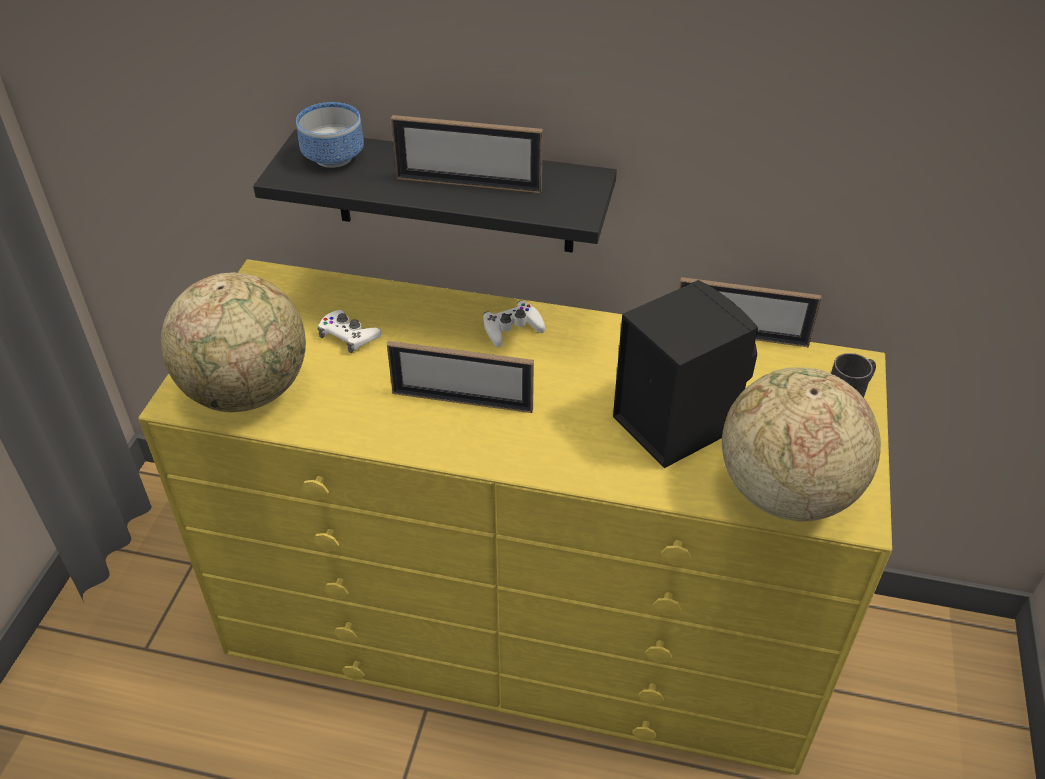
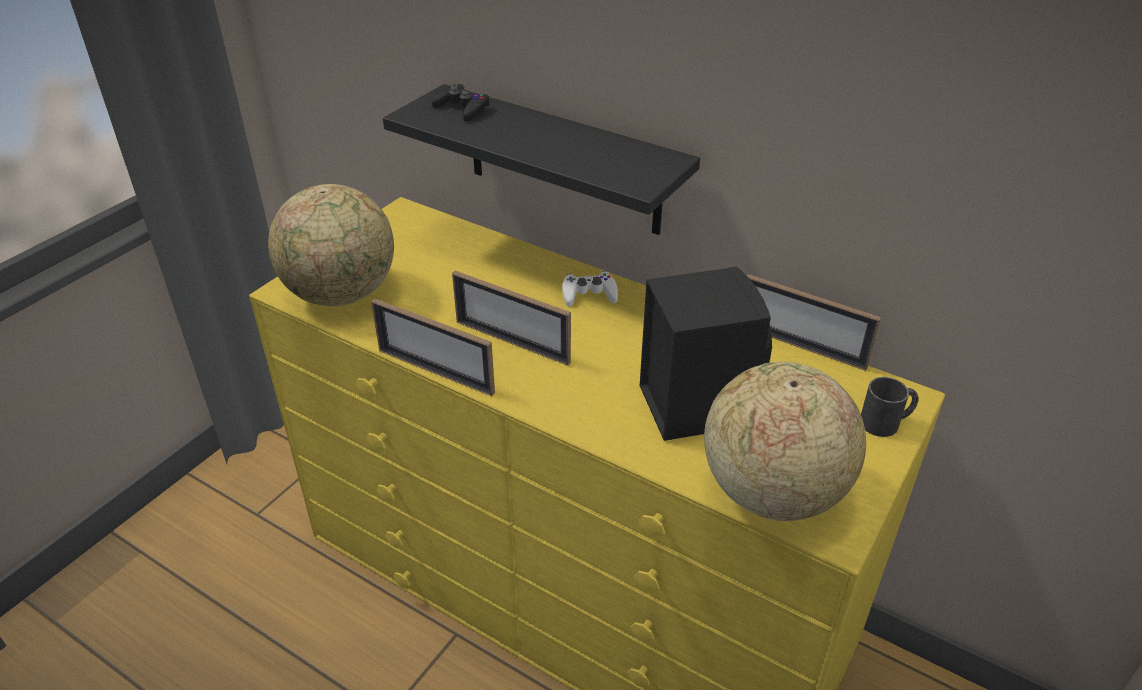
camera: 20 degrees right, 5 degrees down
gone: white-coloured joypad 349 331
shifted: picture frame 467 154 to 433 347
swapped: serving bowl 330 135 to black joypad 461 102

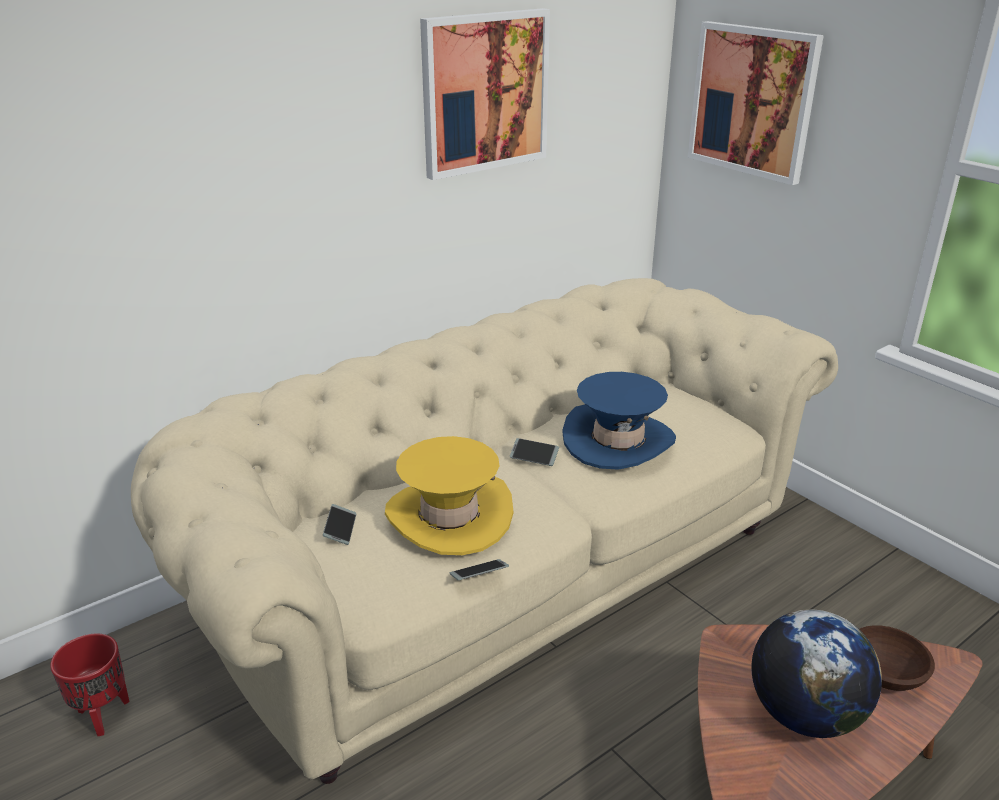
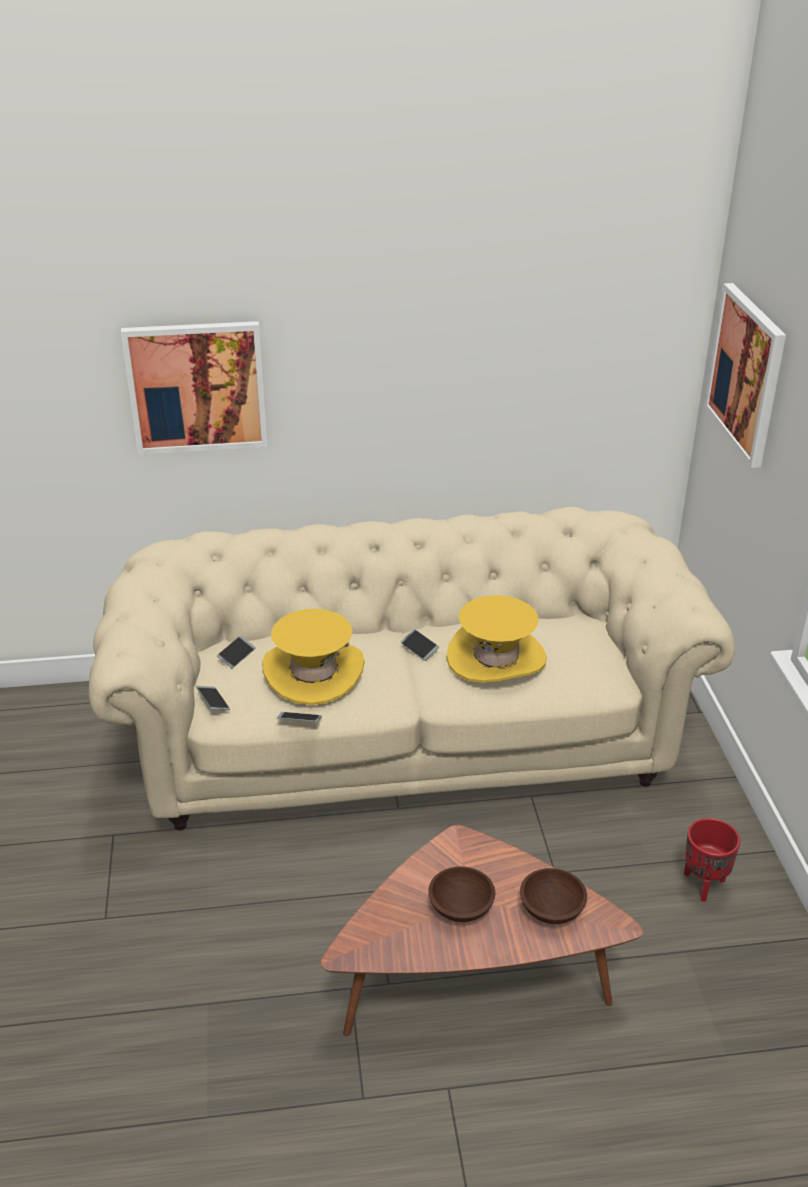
camera: 30 degrees right, 5 degrees up
new: phone 213 698
shifted: wall art 485 94 to 194 388; red-coloured flower pot 89 685 to 712 860
swapped: globe 816 674 to brown serving bowl 461 894
repainted: bluish clothing hat 619 421 to yellowish clothing hat 496 639

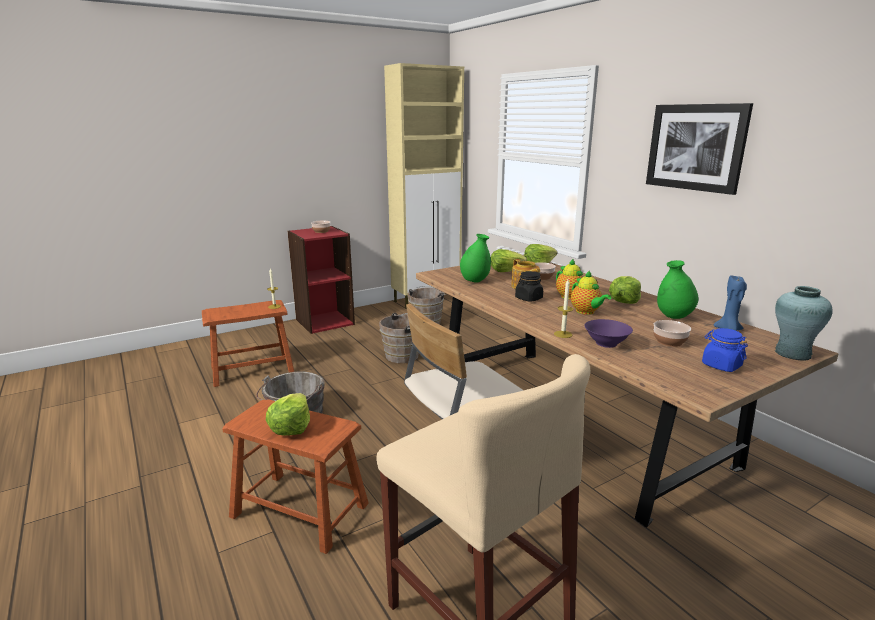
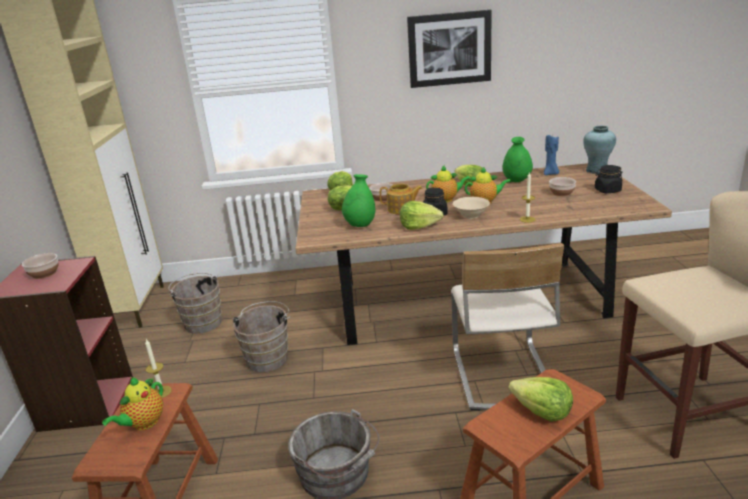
camera: 60 degrees left, 5 degrees up
gone: purplish serving bowl 608 333
new: beige-coloured serving bowl 471 208; lettuce head 421 215; pot for tea 132 403
repainted: bluish jar 725 350 to black jar 608 179

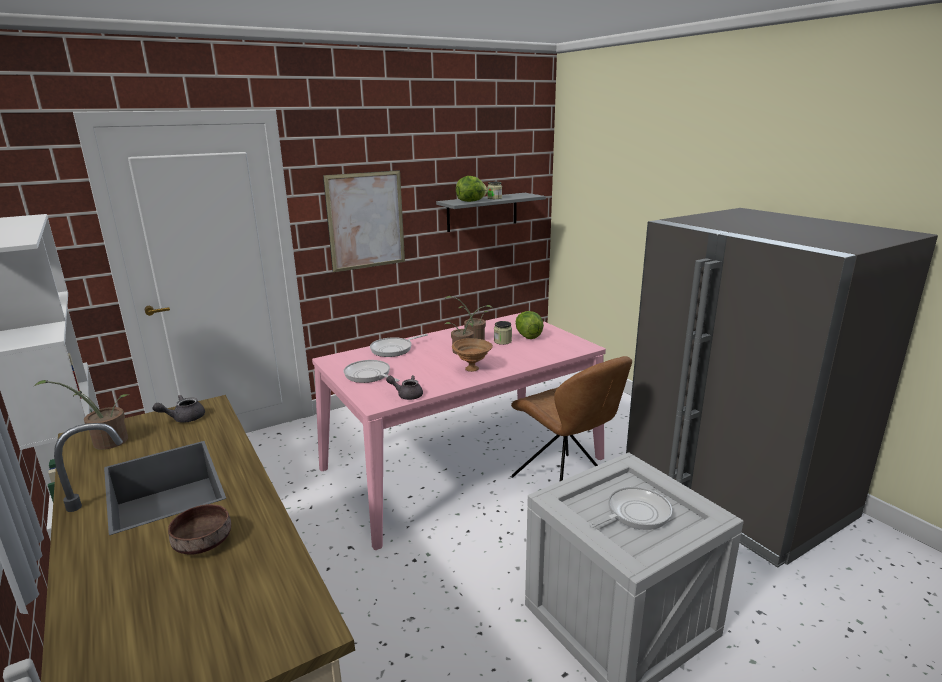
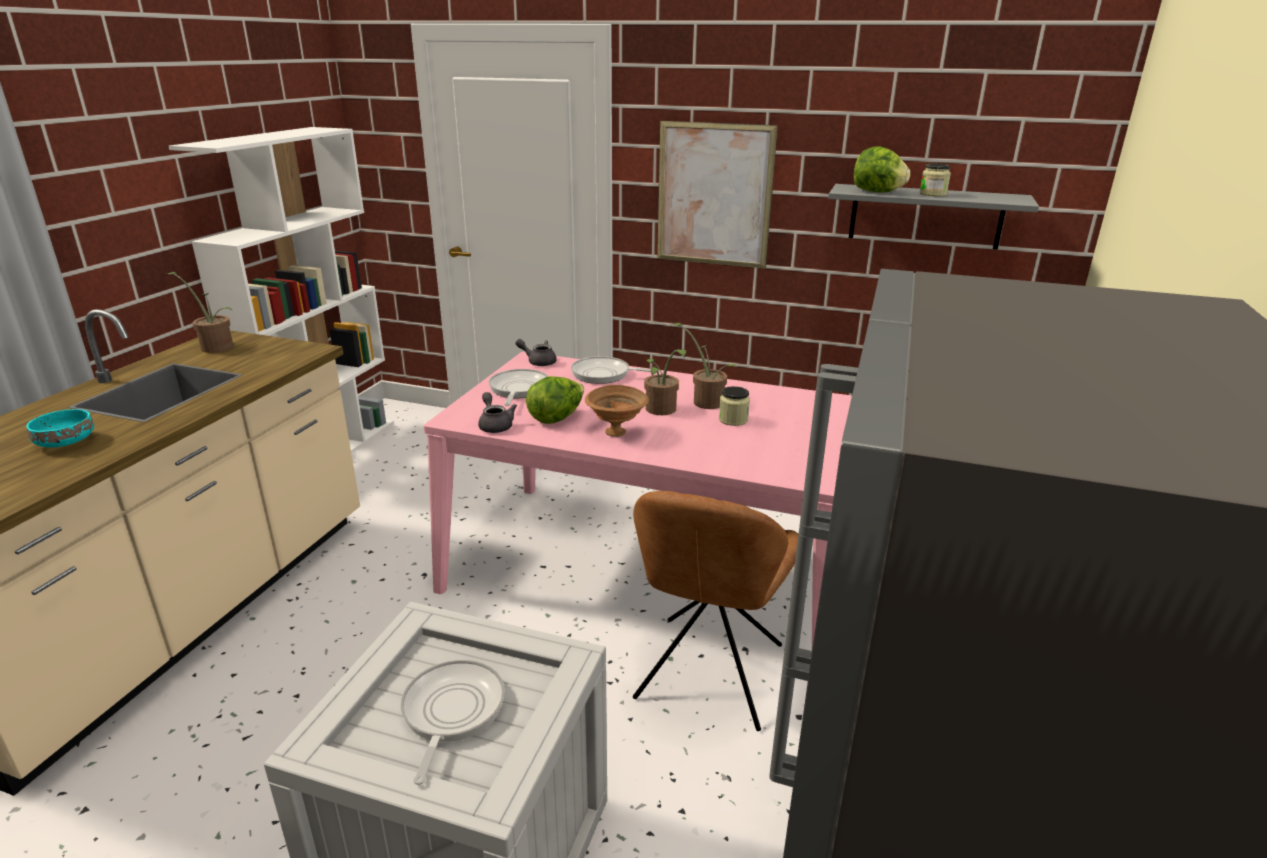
camera: 50 degrees right, 5 degrees up
shifted: lettuce head 530 325 to 555 400; grey pot for tea 179 409 to 536 352
repainted: brown serving bowl 199 529 to turquoise serving bowl 60 428
rotated: pan 630 508 = 453 722 105 degrees counterclockwise

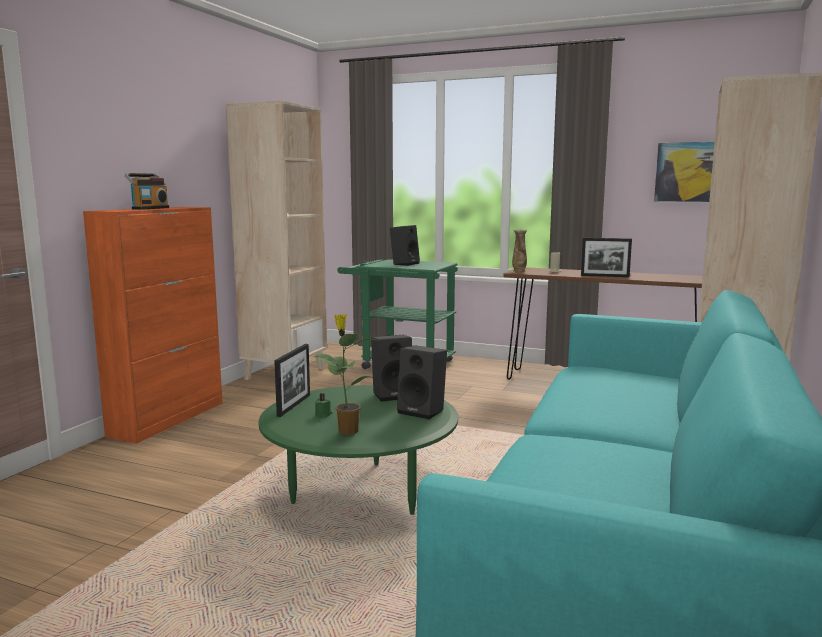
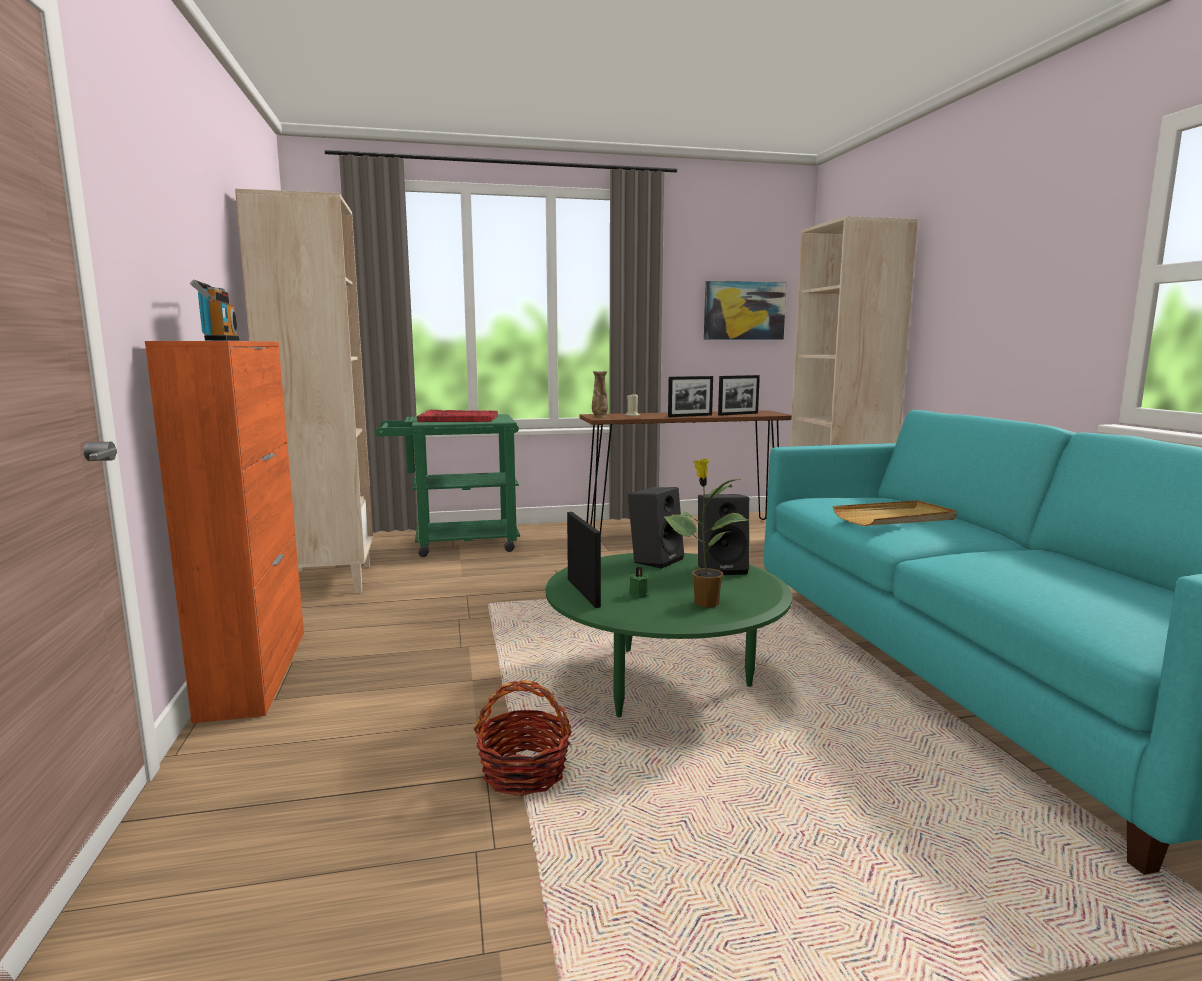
camera: 35 degrees left, 0 degrees up
new: picture frame 739 395; beige-coloured tray 895 513; storage basket 522 738
swapped: black audio speaker 405 245 to red-coloured tray 457 416

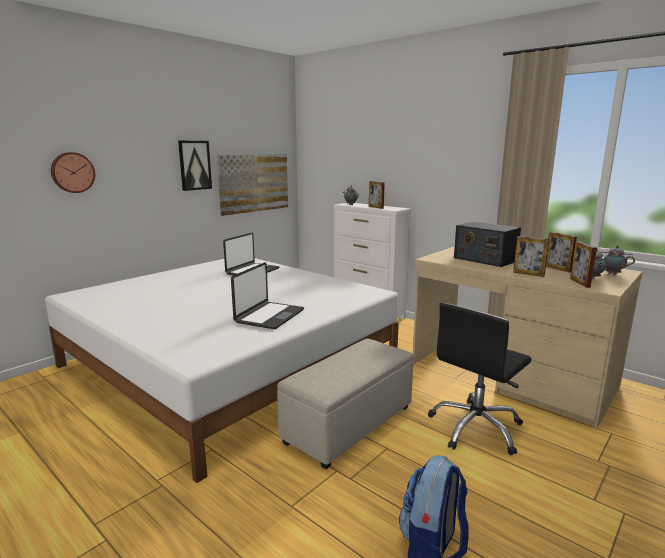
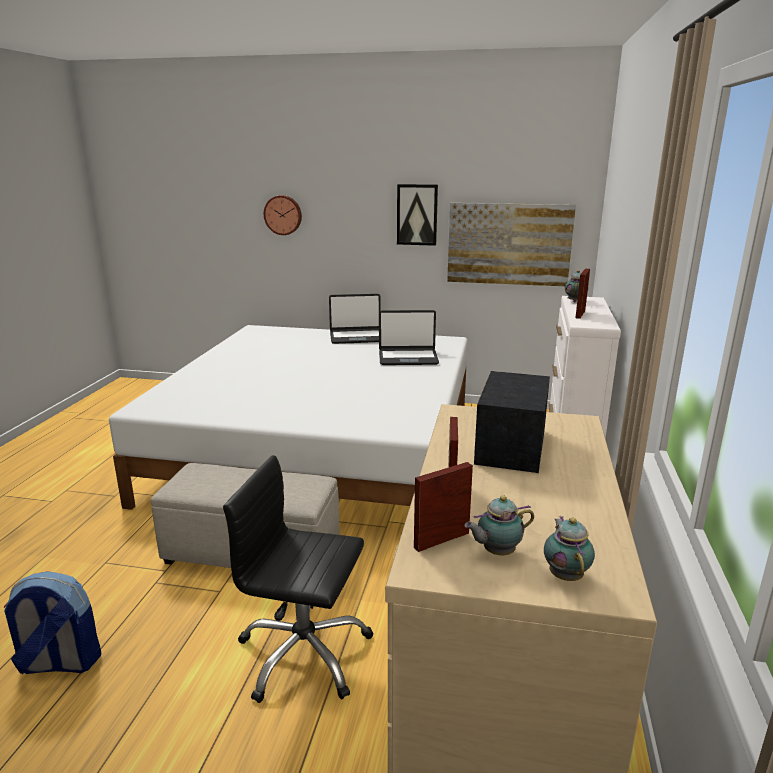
camera: 60 degrees right, 5 degrees up
gone: picture frame 561 252
shifted: portable computer 267 295 to 355 319

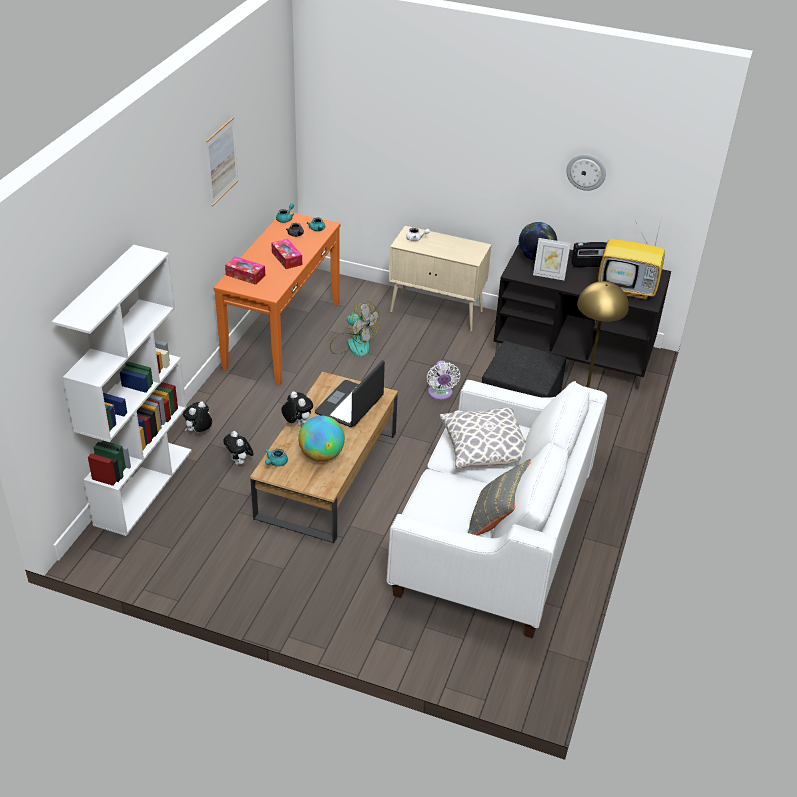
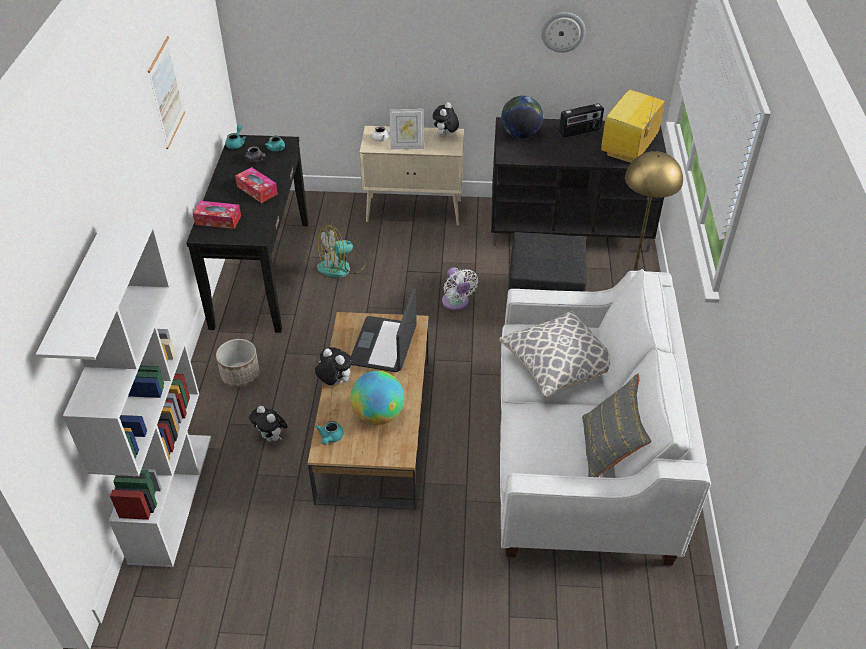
camera: 15 degrees left, 5 degrees up
new: flower pot 238 363
shifted: picture frame 552 259 to 406 129; plush toy 197 417 to 446 119
repainted: orange-coloured hall table 276 298 to black hall table 247 234
rotated: TV 631 258 = 633 124 120 degrees clockwise; fan 355 329 = 341 251 135 degrees clockwise

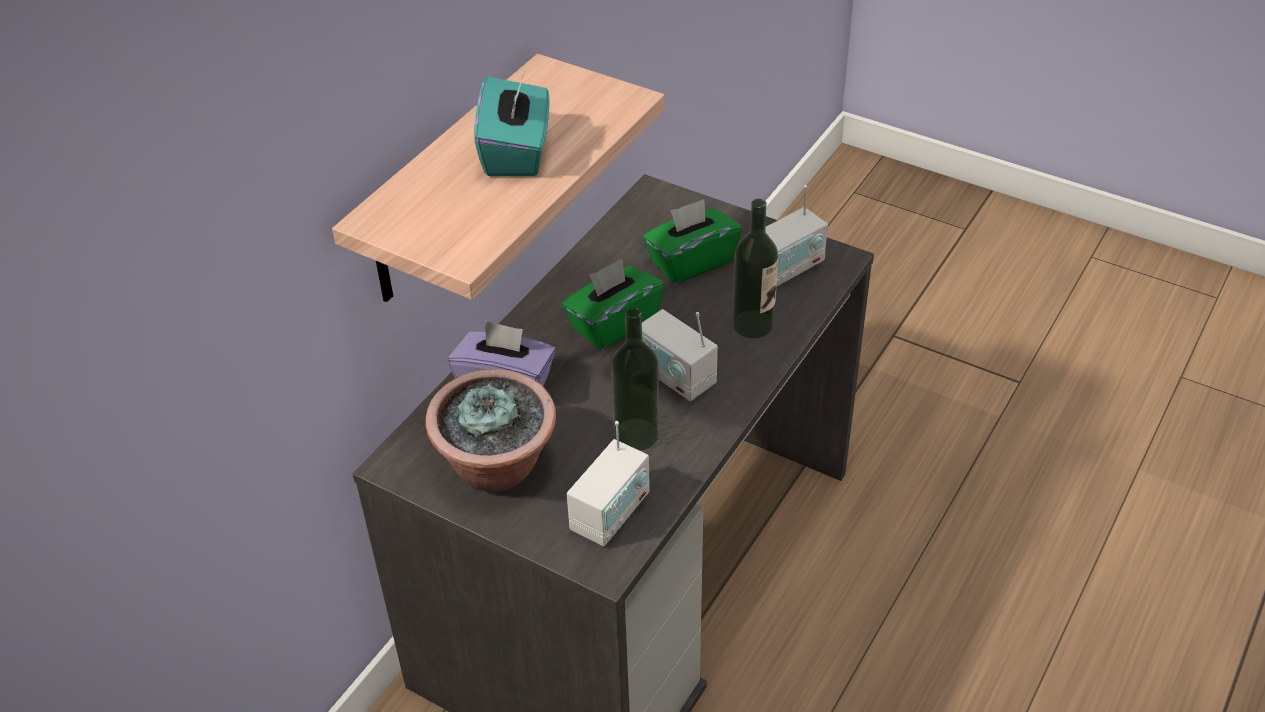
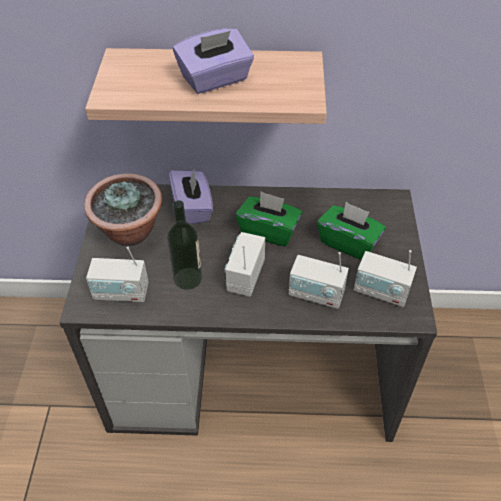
camera: 60 degrees right, 5 degrees up
swapped: beverage bottle 755 268 to radio receiver 319 280
repainted: turquoise tissue box 512 125 to purplish tissue box 213 61

